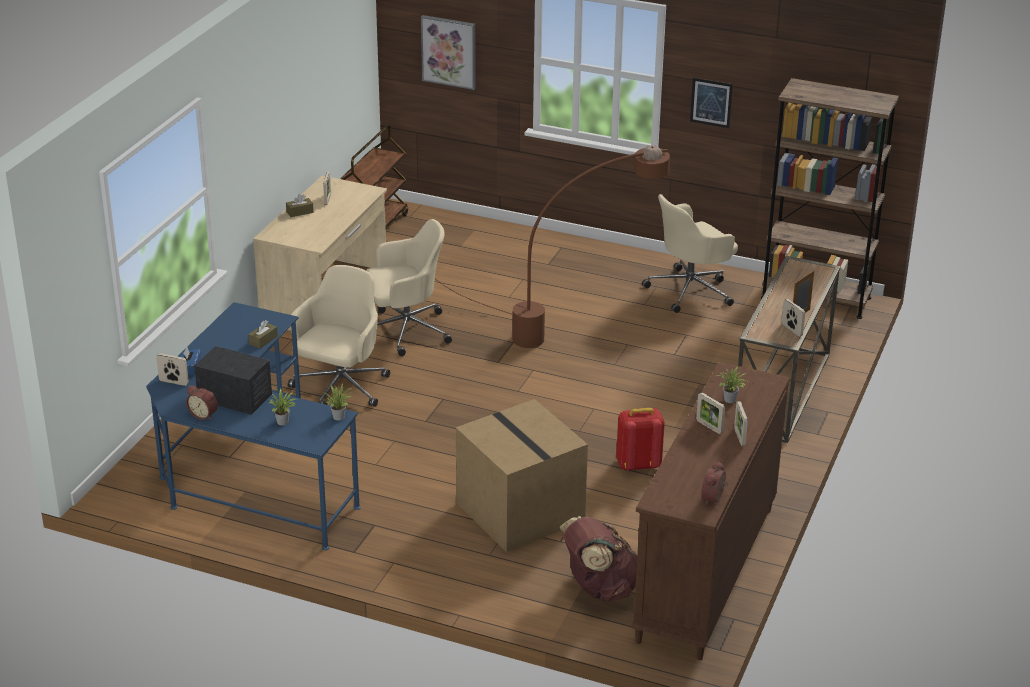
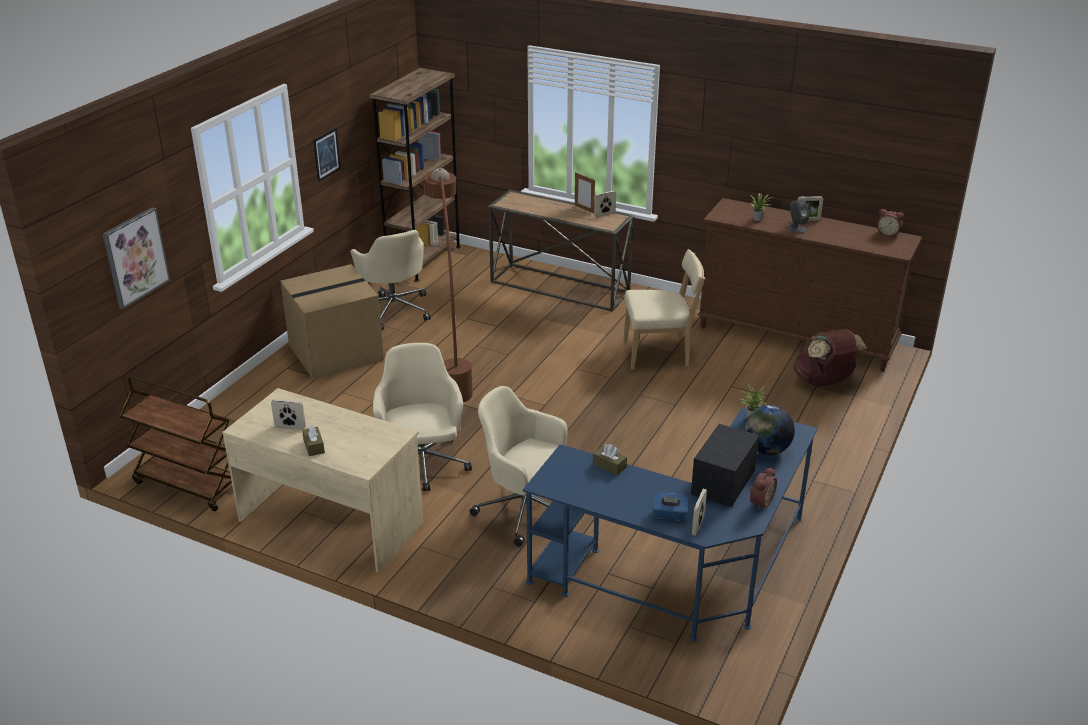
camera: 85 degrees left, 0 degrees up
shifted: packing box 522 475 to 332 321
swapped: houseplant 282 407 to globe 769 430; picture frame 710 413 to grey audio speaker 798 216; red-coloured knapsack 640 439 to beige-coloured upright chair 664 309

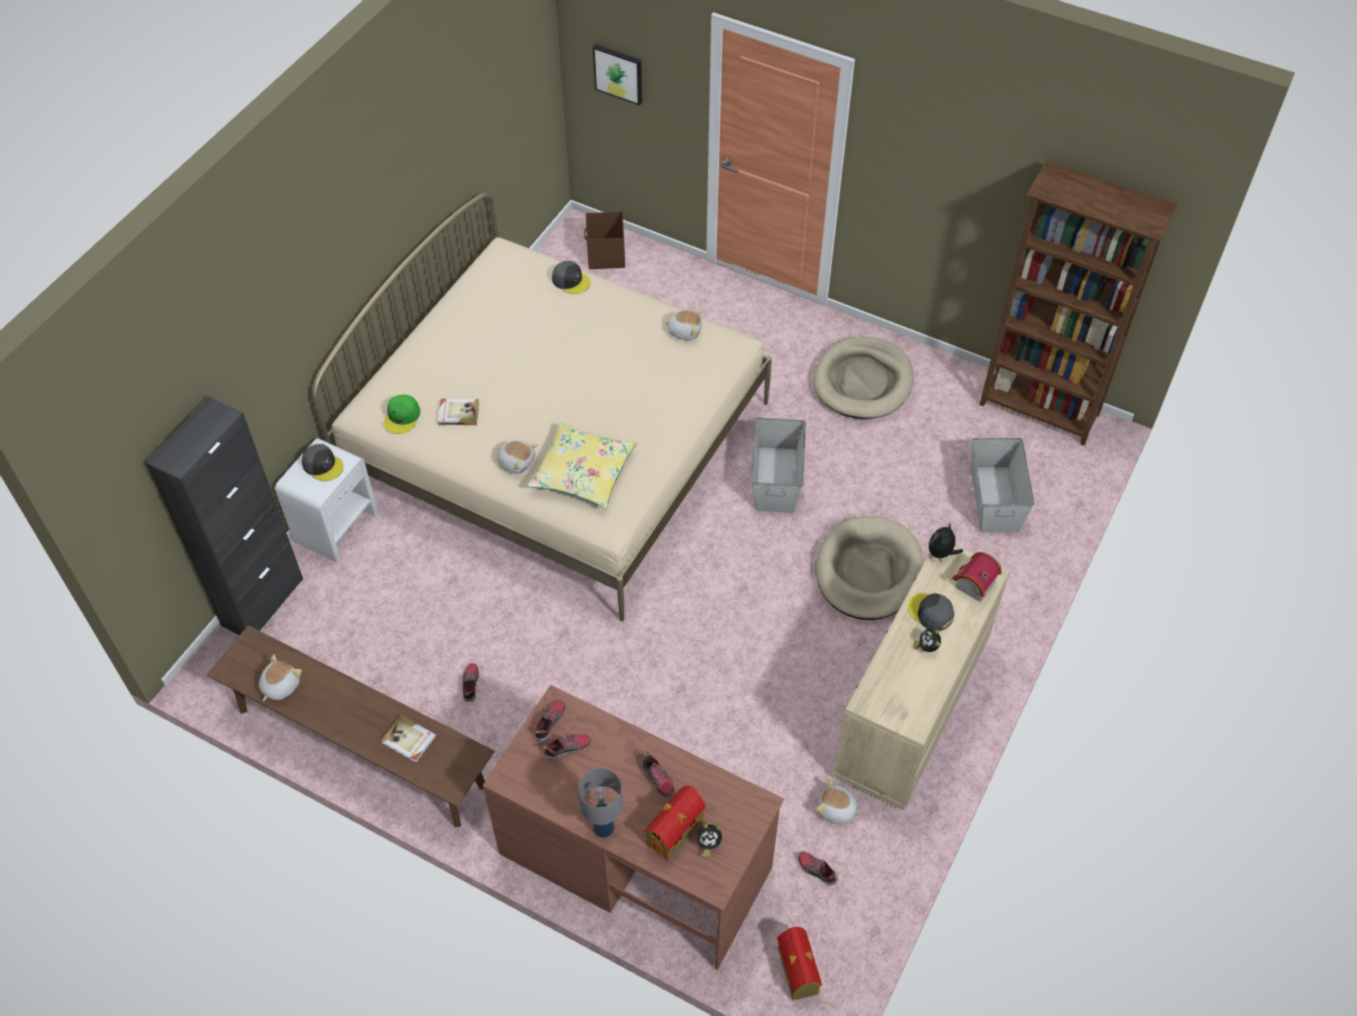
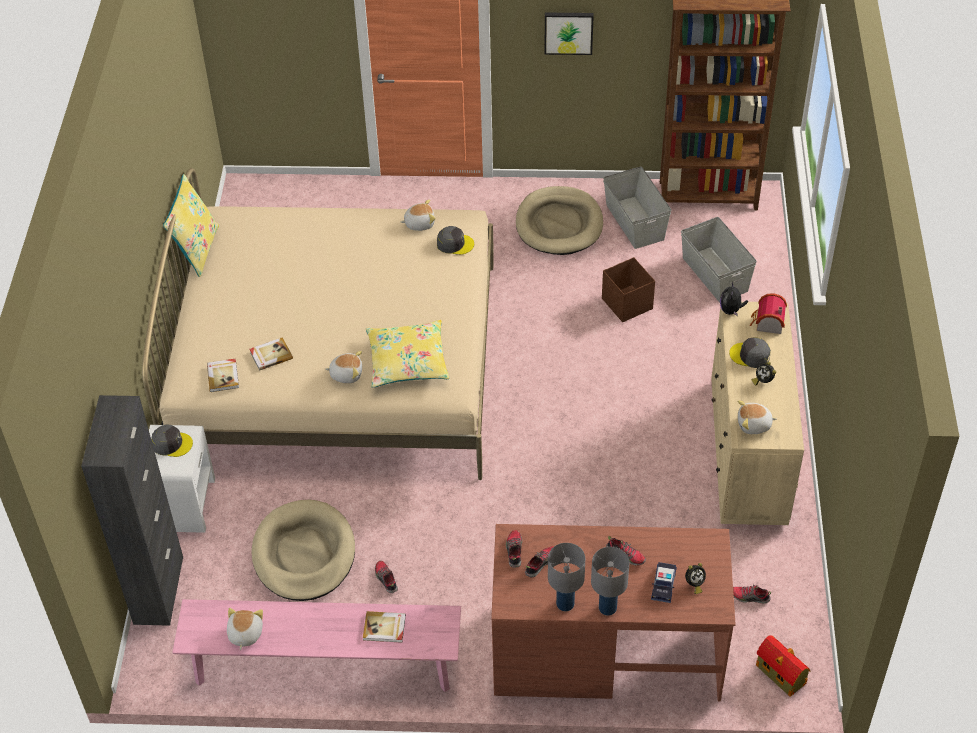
camera: 25 degrees left, 5 degrees down
new: yellowish cushion 191 225; grey tabletop lamp 566 577
shifted: wall art 617 75 to 569 34; brown storage box 604 240 to 628 289; grey peaked cap 571 277 to 455 240; grey storage box 778 465 to 637 207; beige-coloured pet bed 870 568 to 303 550; plush toy 838 801 to 757 417
swapped: green peaked cap 402 414 to bound book 223 375; model house 674 823 to model car 664 582
repainted: brown long seat 351 726 to pink-coloured long seat 316 645

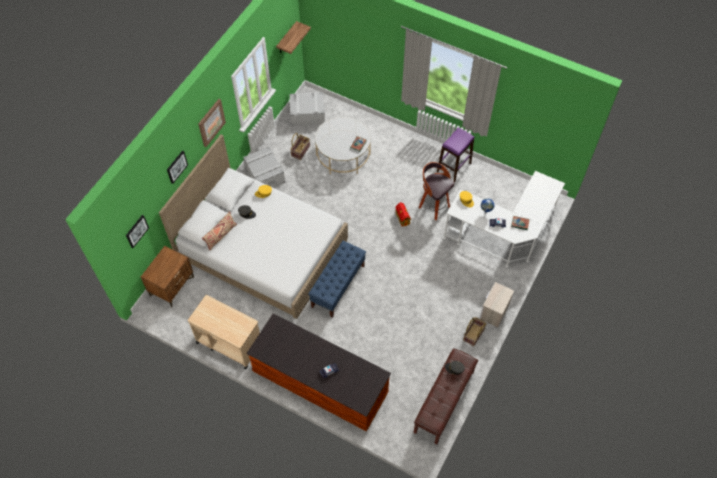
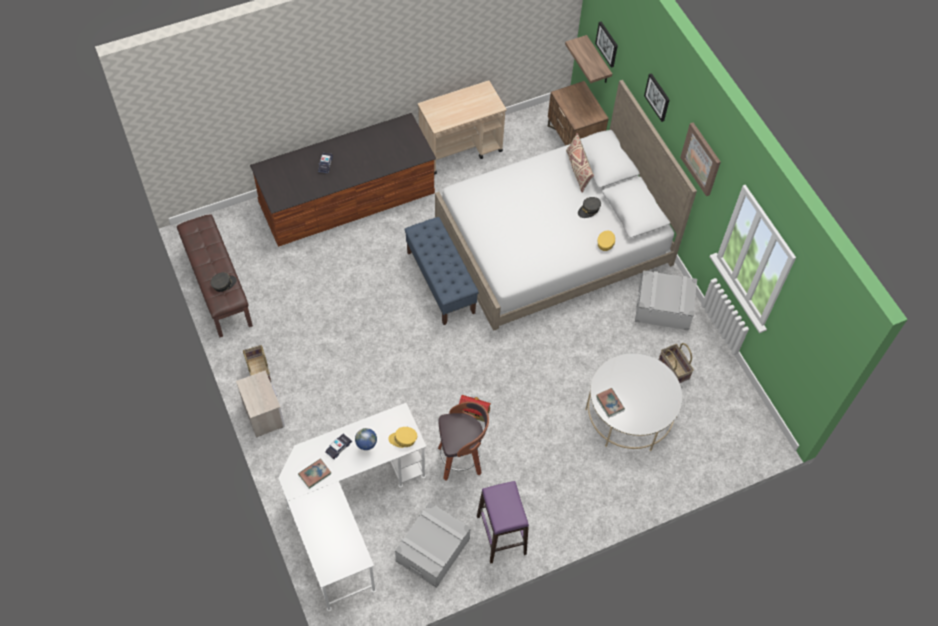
camera: 125 degrees right, 0 degrees up
shifted: shelf 293 37 to 588 59; grey storage box 307 109 to 433 545

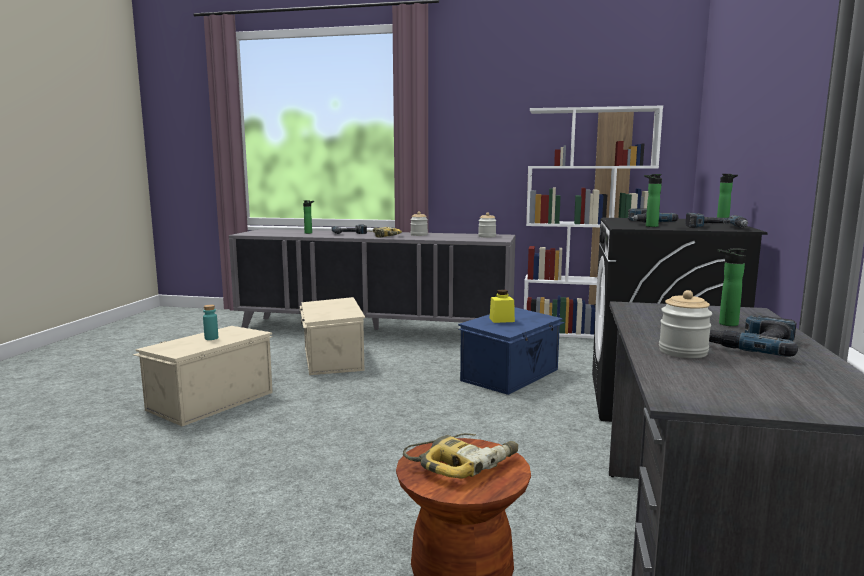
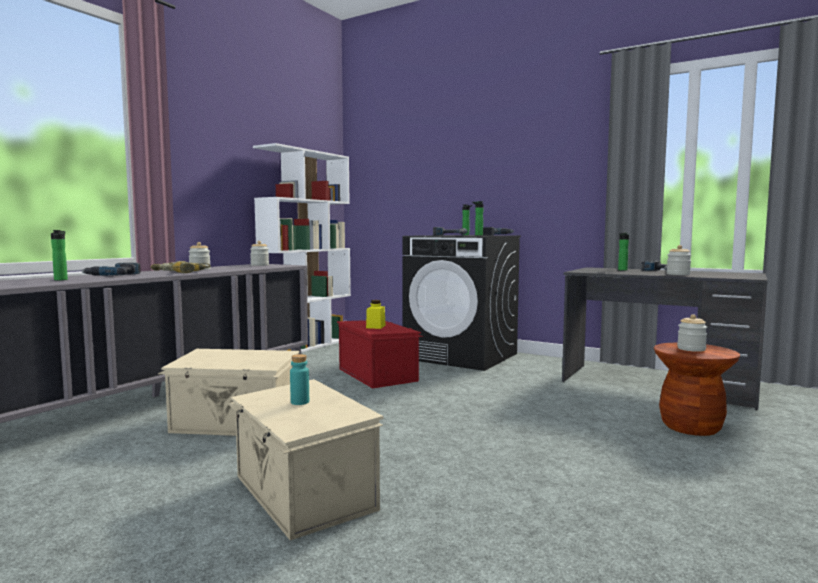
camera: 70 degrees left, 5 degrees down
swapped: drill 460 455 to jar 692 333
repainted: bluish storage box 511 351 to red-coloured storage box 380 354

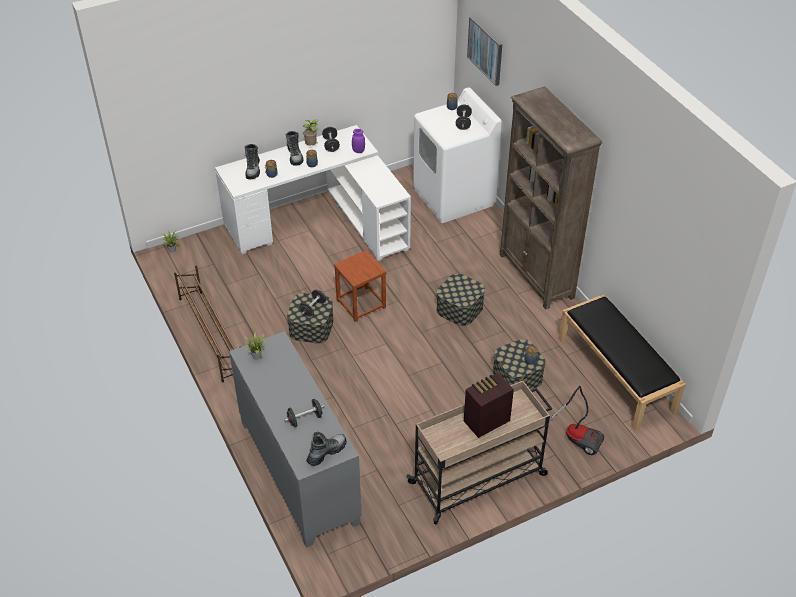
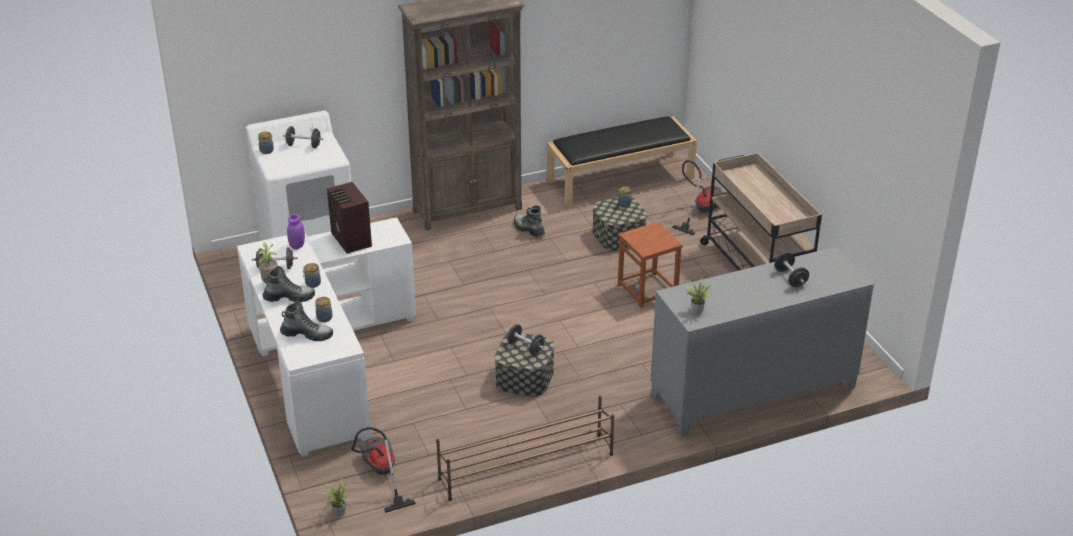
camera: 85 degrees left, 10 degrees down
gone: wall art 484 51; storage box 460 299
new: vacuum cleaner 383 470
shifted: brown stool seat 360 286 to 650 265; radio receiver 489 405 to 349 218; high-top boot 326 449 to 529 221

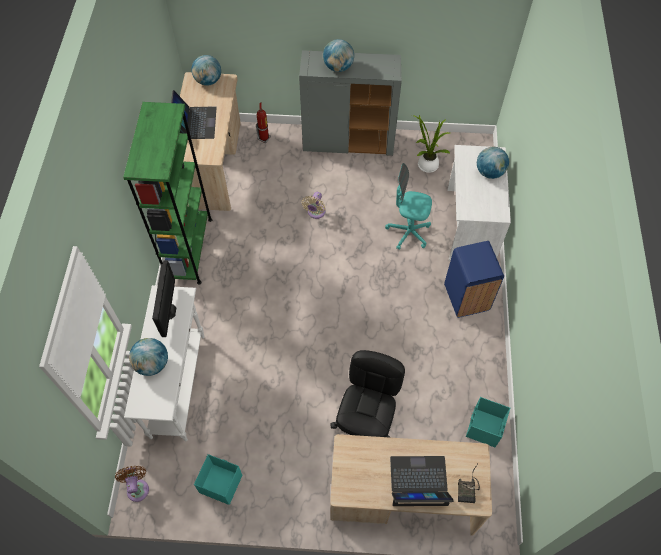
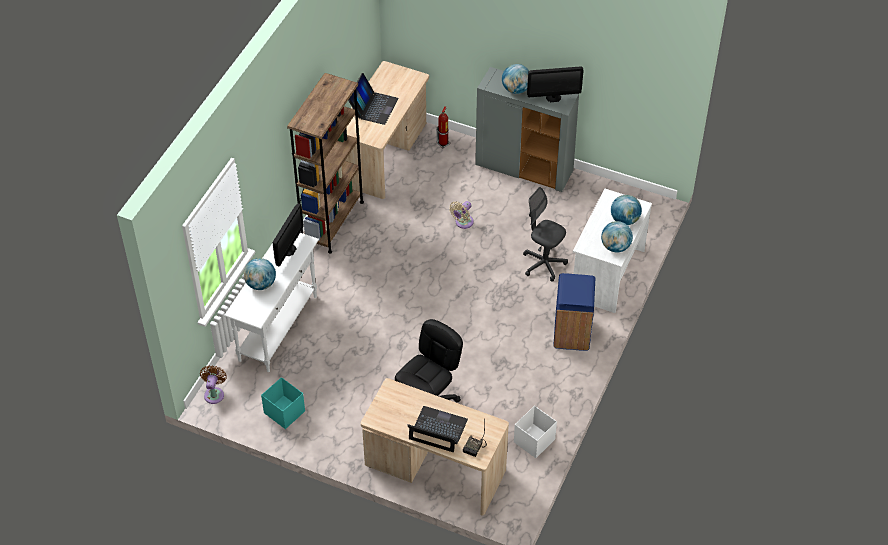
camera: 20 degrees right, 10 degrees down
gone: houseplant 431 144
new: computer screen 555 84
shifted: globe 206 70 to 617 236
repainted: green shelving unit 167 193 to brown shelving unit 325 163; turquoise office chair 408 206 to grey office chair 545 234; turquoise storage box 488 422 to white-coloured storage box 535 432

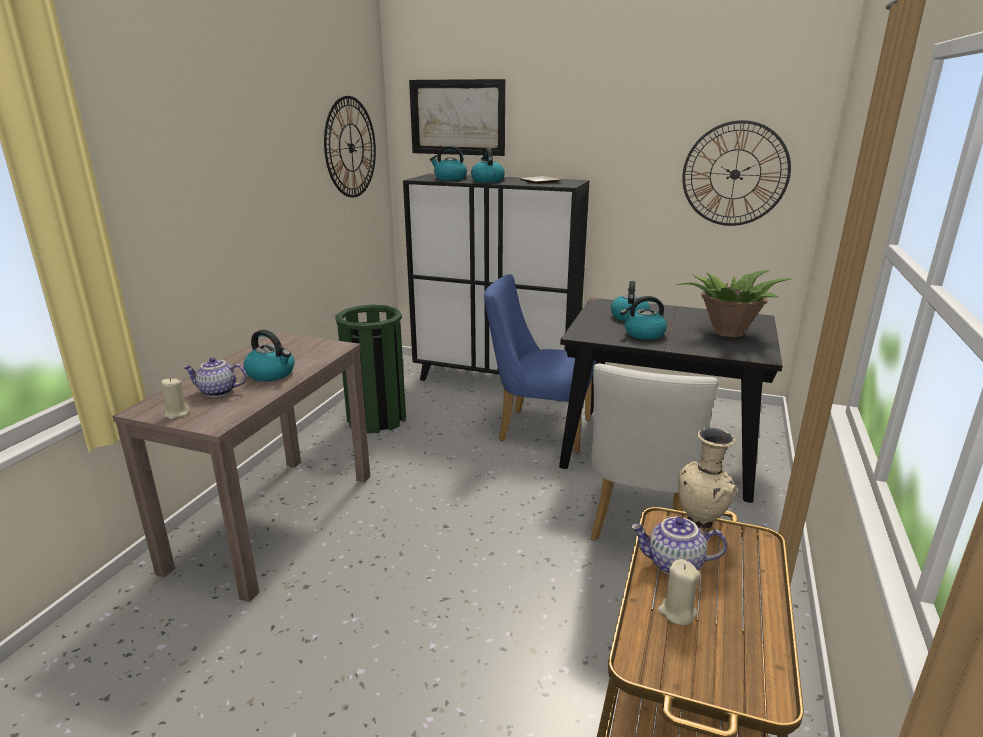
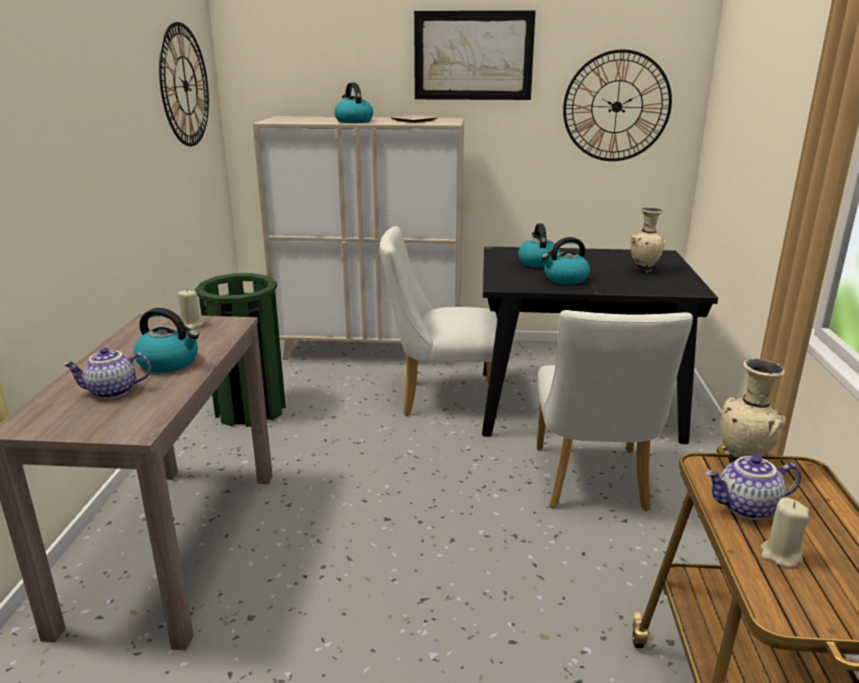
camera: 15 degrees left, 0 degrees up
gone: kettle 448 163
shifted: wall art 457 117 to 475 55; beige-coloured wax candle 175 399 to 191 309
swapped: houseplant 733 303 to beige-coloured vase 648 240
repainted: black storage cabinet 496 277 to beige-coloured storage cabinet 358 240; bluish upright chair 540 364 to white-coloured upright chair 438 322

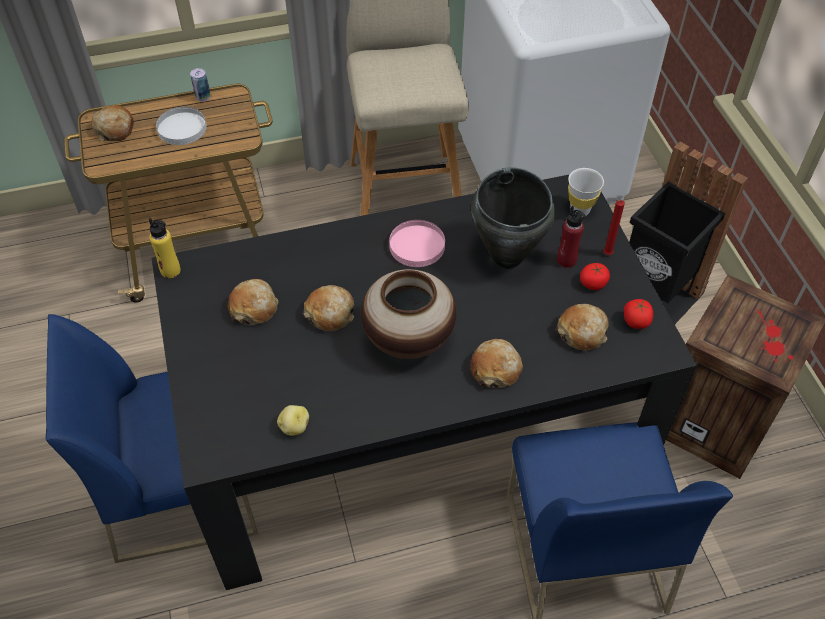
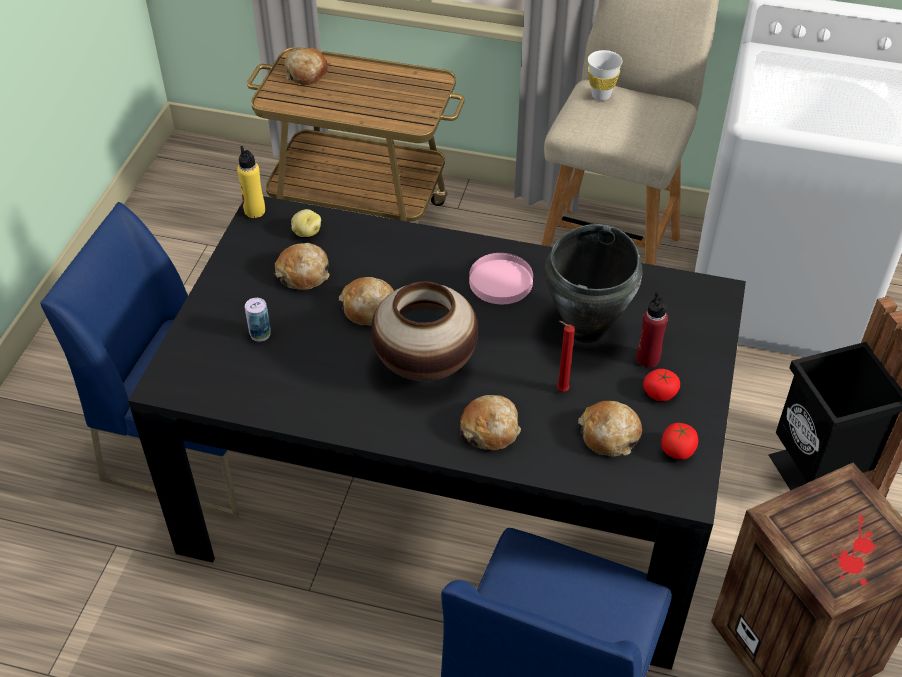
camera: 30 degrees right, 5 degrees down
gone: white-coloured dinner plate 181 126
shifted: sealed can 200 85 to 258 320; white-coloured small cup 586 192 to 605 75; red-coloured wax candle 614 227 to 566 356; spud 293 420 to 306 223

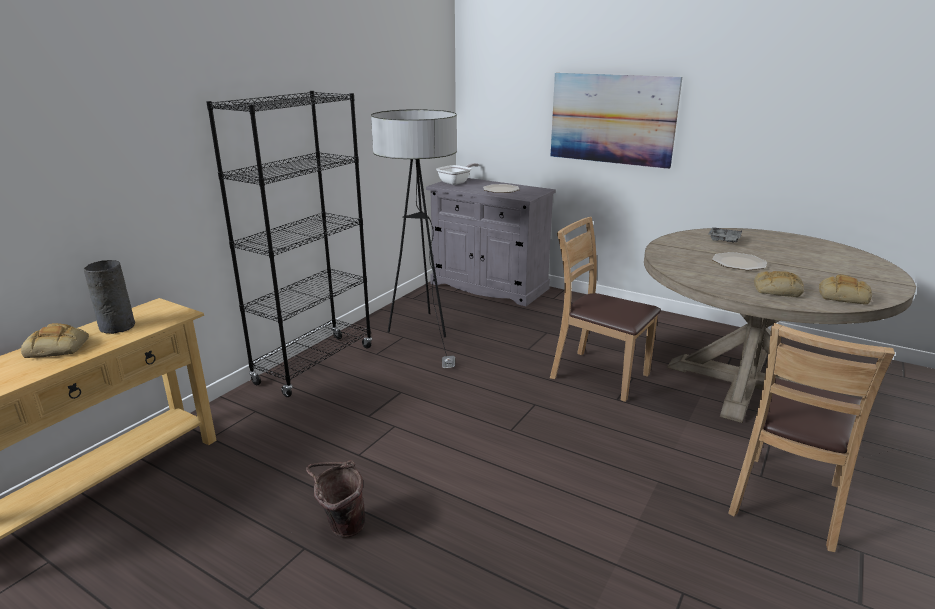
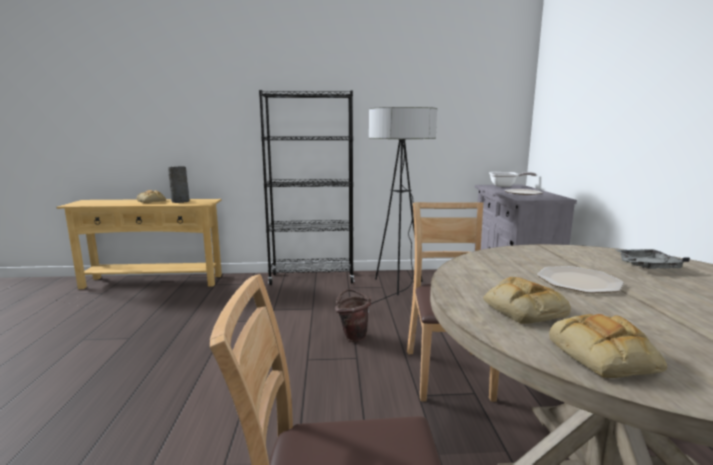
camera: 55 degrees right, 10 degrees down
gone: wall art 616 121
shifted: brown water bucket 335 499 to 353 315

